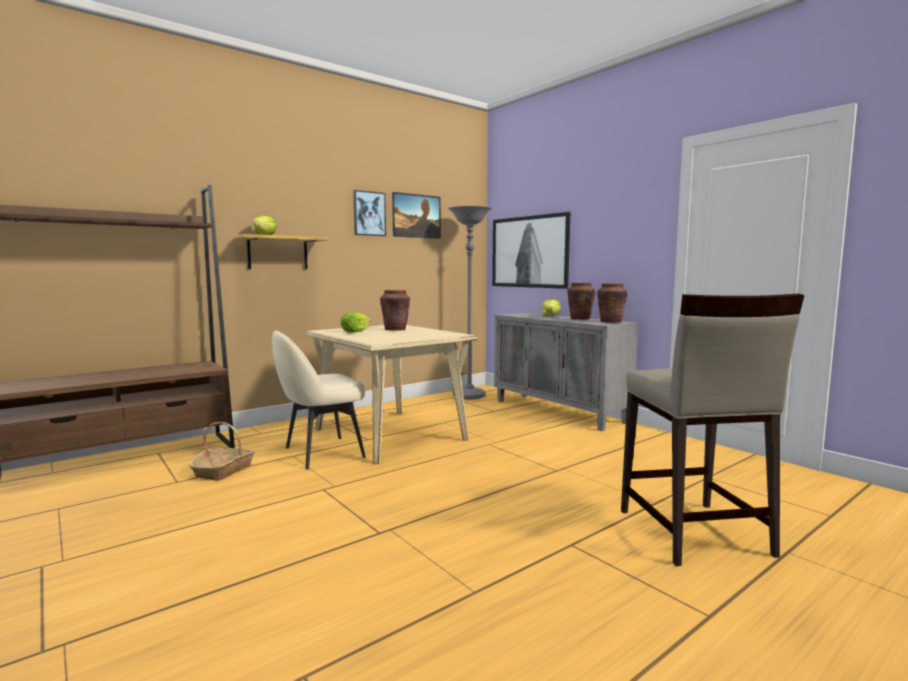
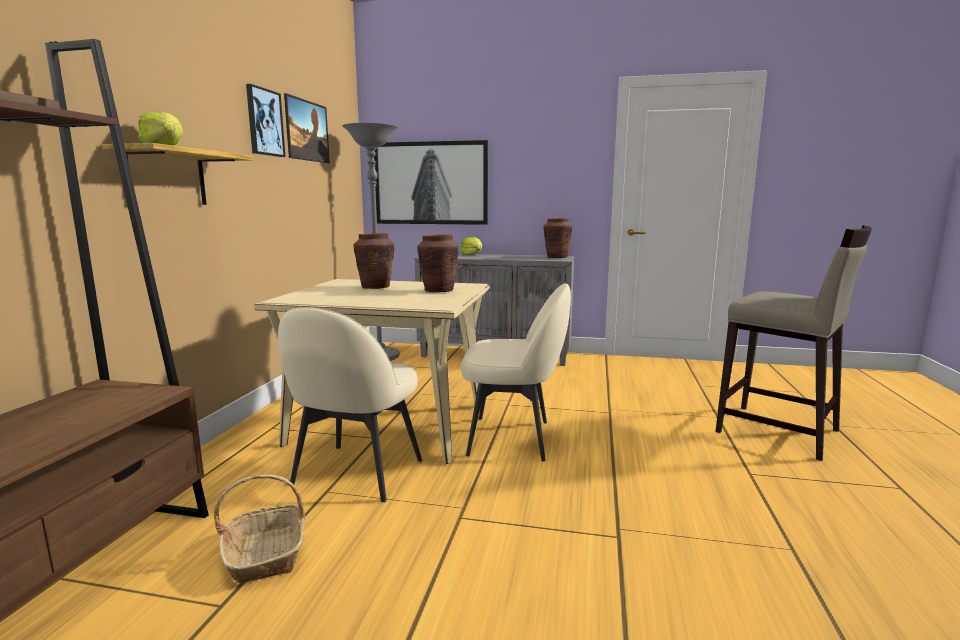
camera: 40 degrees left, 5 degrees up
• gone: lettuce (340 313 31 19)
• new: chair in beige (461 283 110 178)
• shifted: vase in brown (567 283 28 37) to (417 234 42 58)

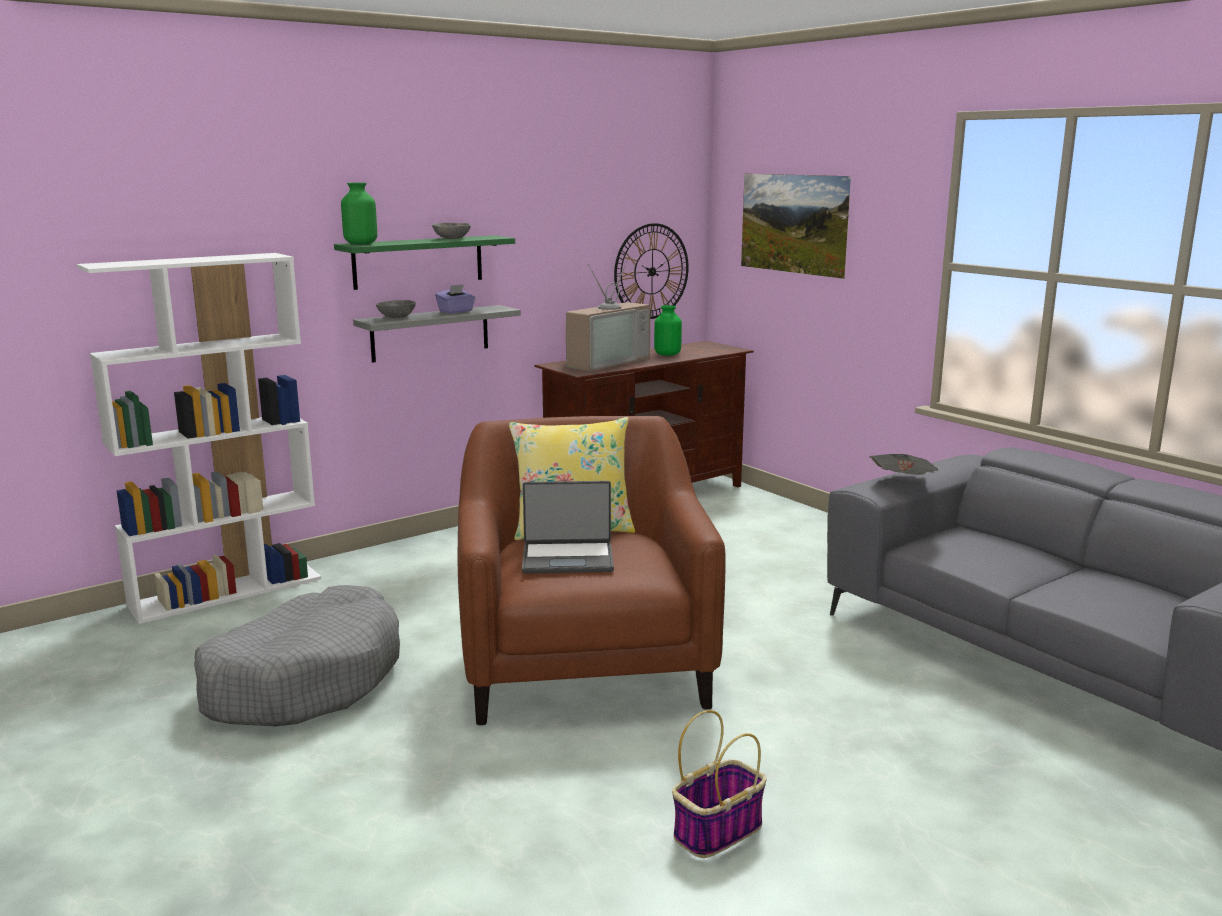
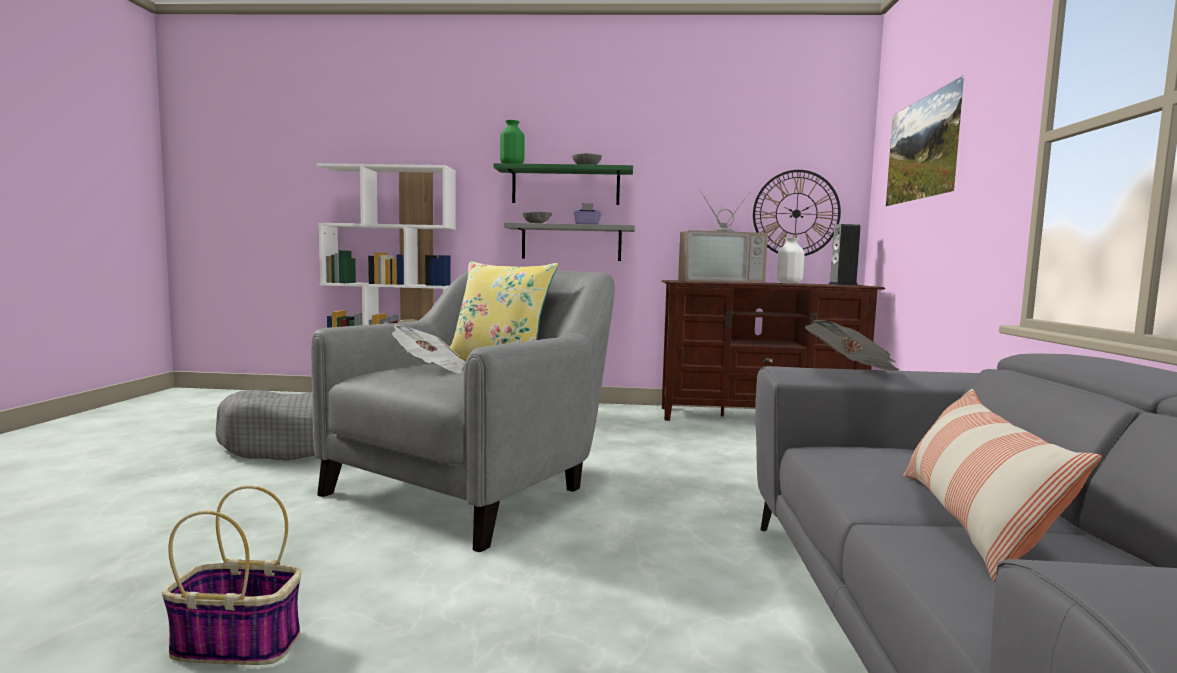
camera: 40 degrees right, 10 degrees down
• new: speaker (829 224 32 61)
• new: pillow (903 389 199 193)
• swapped: laptop (522 481 92 93) to newspaper (392 325 74 48)
• repainted: armchair in brown (458 416 268 309) to armchair in grey (311 270 304 282)
• repainted: vase in green (654 305 28 51) to vase in white (777 238 28 46)

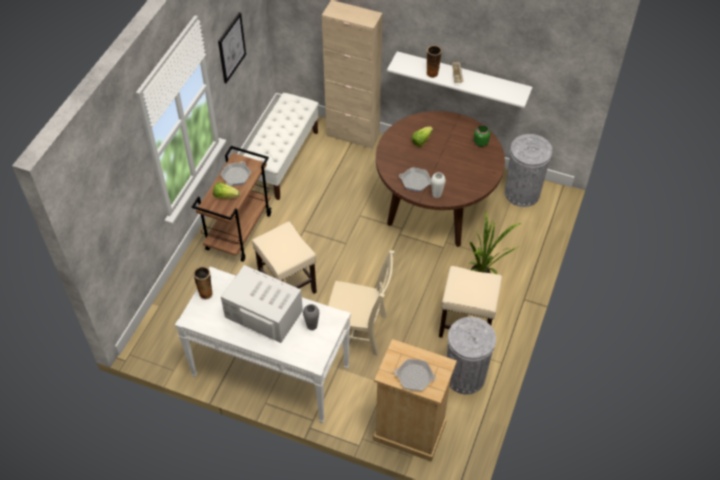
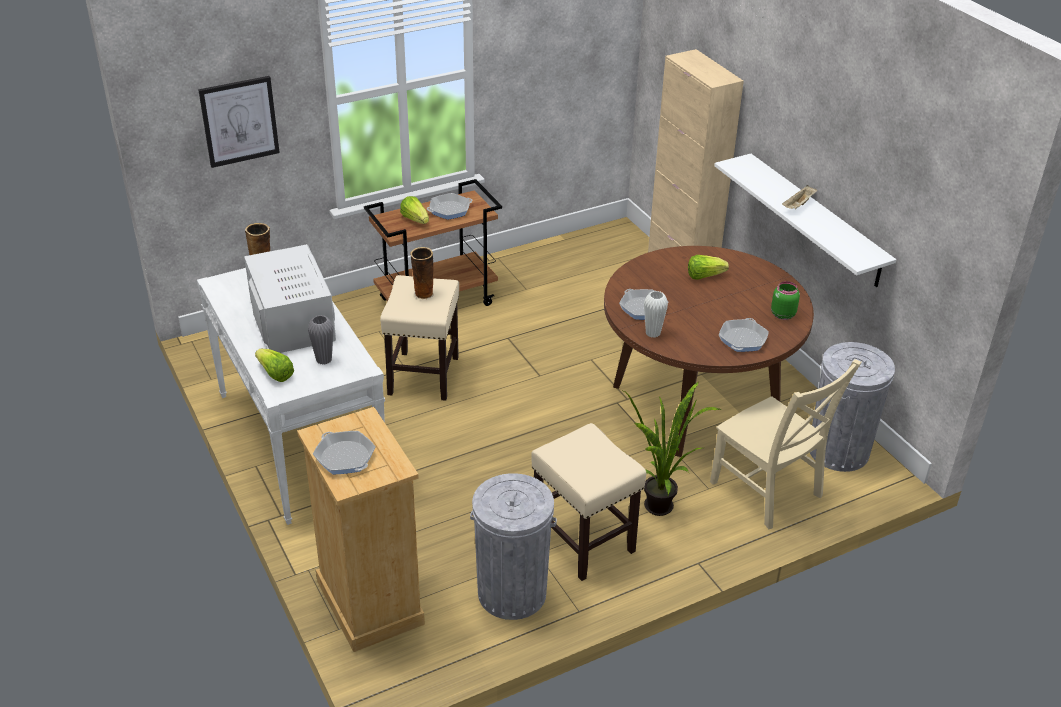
camera: 40 degrees right, 15 degrees down
• gone: bench in white (243 93 76 107)
• new: lettuce (255 349 39 33)
• new: frying pan (719 318 50 34)
• shifted: picture (218 12 28 71) to (198 76 82 92)
• shifted: chair in beige (328 250 66 106) to (710 359 152 170)
• shifted: vase (426 45 16 33) to (410 247 23 52)

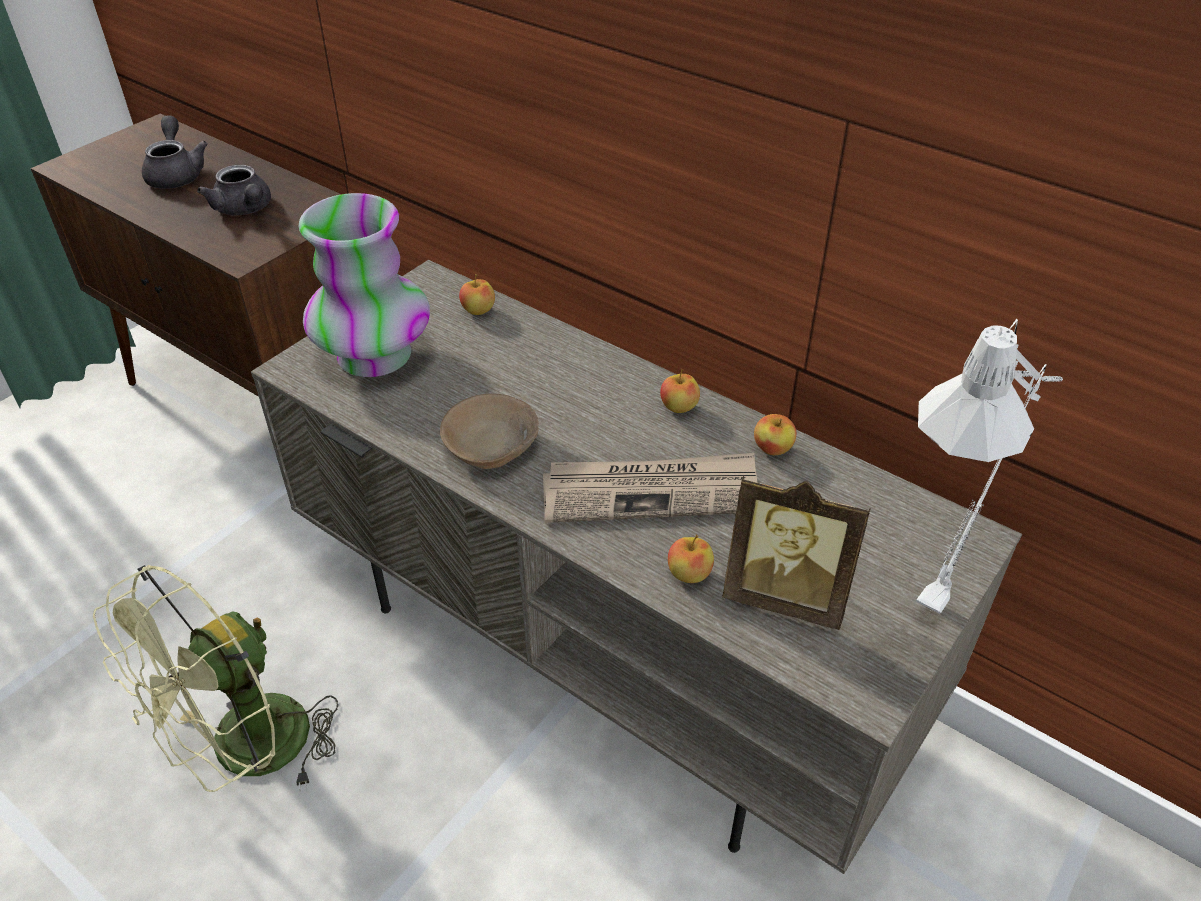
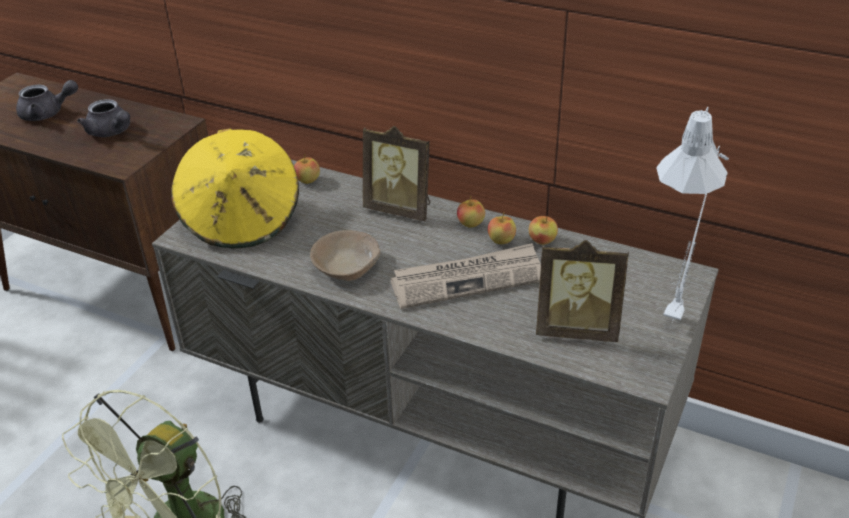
camera: 10 degrees left, 5 degrees down
• new: picture frame (363 126 67 95)
• shifted: apple (668 534 46 49) to (488 212 28 32)
• swapped: vase (298 193 132 184) to hat in yellow (171 129 128 120)
• rotated: teapot in grey (142 115 66 74) = (16 80 62 41) 105 degrees clockwise

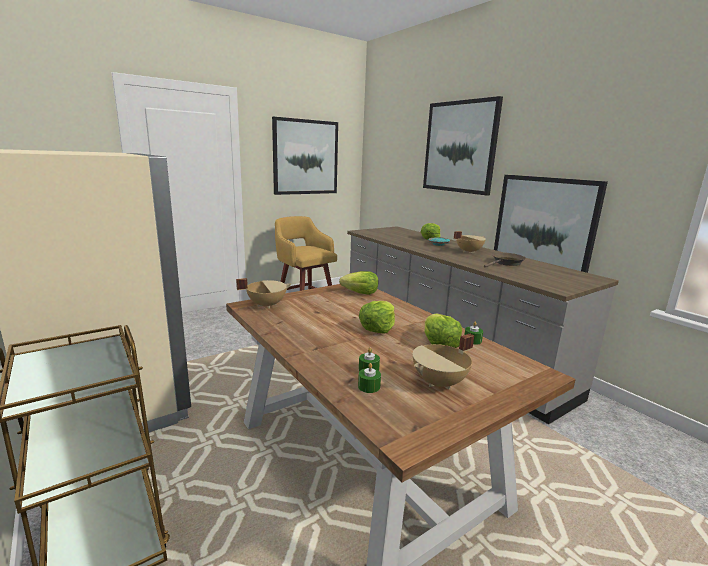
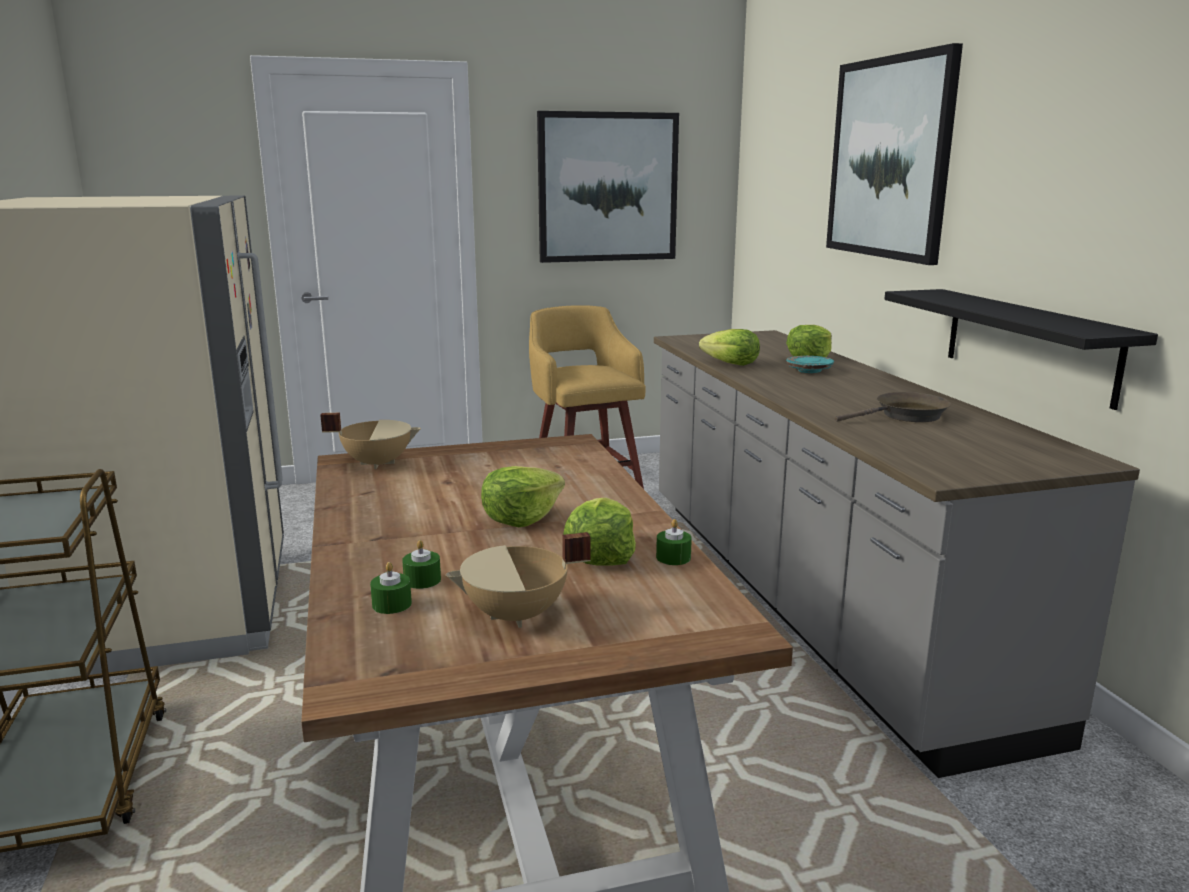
camera: 20 degrees right, 0 degrees up
• gone: cooking pot in beige (454 231 32 22)
• shifted: lettuce (339 271 39 24) to (699 329 61 37)
• swapped: picture (494 175 114 98) to shelf in black (884 289 274 121)

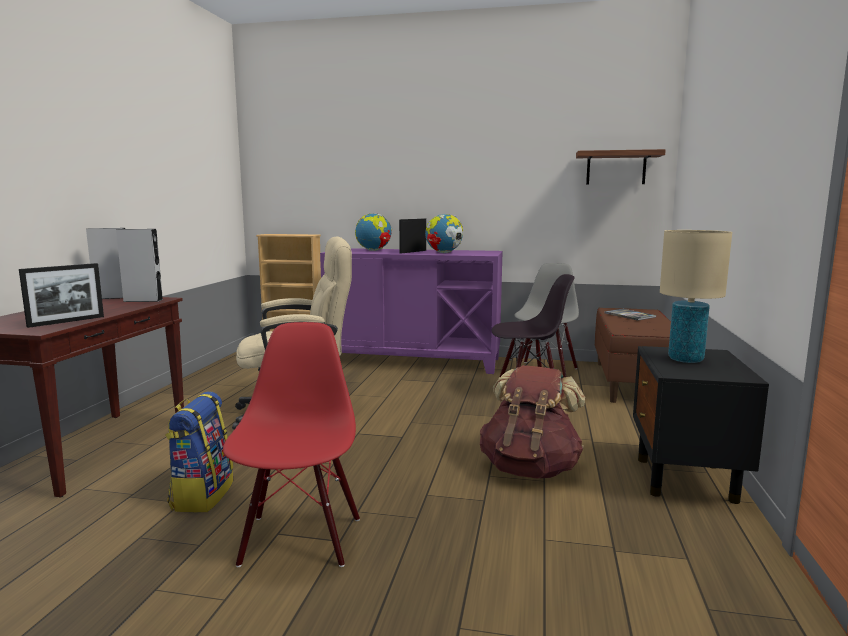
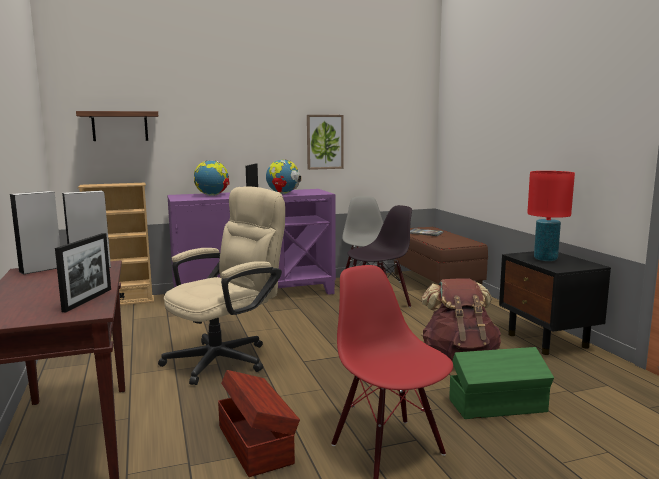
camera: 30 degrees left, 0 degrees up
• new: picture (307 115 36 55)
• new: storage box in green (449 347 105 72)
• shifted: shelf (576 149 90 35) to (76 111 82 30)
• swapped: backpack (165 391 68 121) to storage box in brown (218 370 82 107)
• repainted: table lamp in beige (660 230 72 133) to table lamp in red (527 171 48 90)

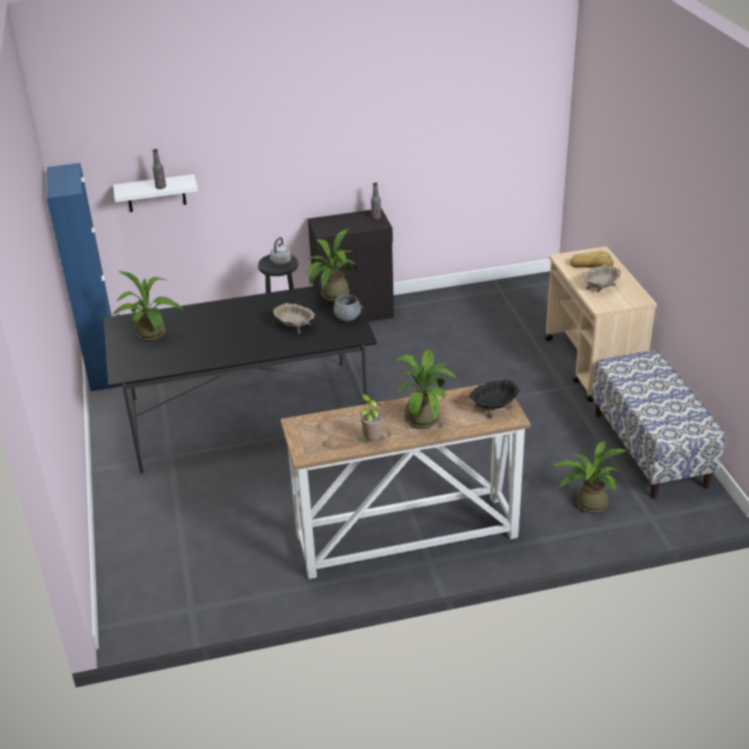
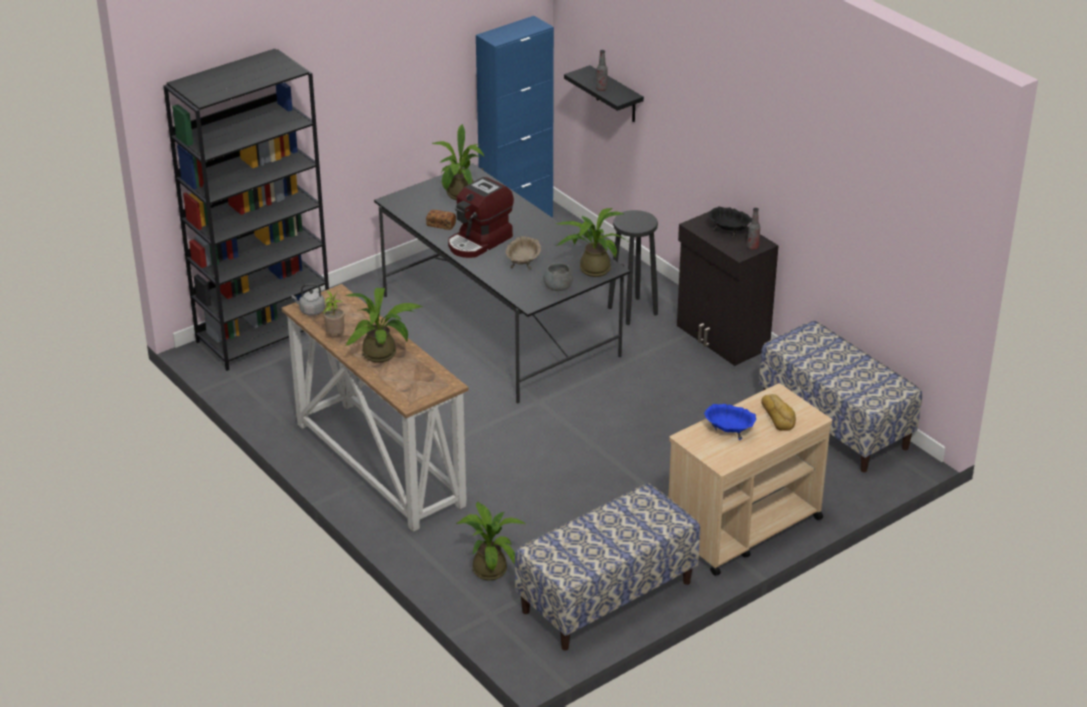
camera: 65 degrees right, 0 degrees up
• new: bookcase in black (163 49 166 322)
• new: bread (426 210 30 20)
• new: coffee machine (448 177 66 81)
• new: bench (759 321 163 151)
• shifted: kettle in grey (270 237 21 28) to (292 284 33 32)
• shifted: bowl in black (470 380 50 37) to (708 207 44 31)
• repainted: shelf in white (113 174 85 38) to shelf in black (564 65 80 57)
• repainted: bowl in beige (583 264 38 28) to bowl in blue (704 404 52 36)

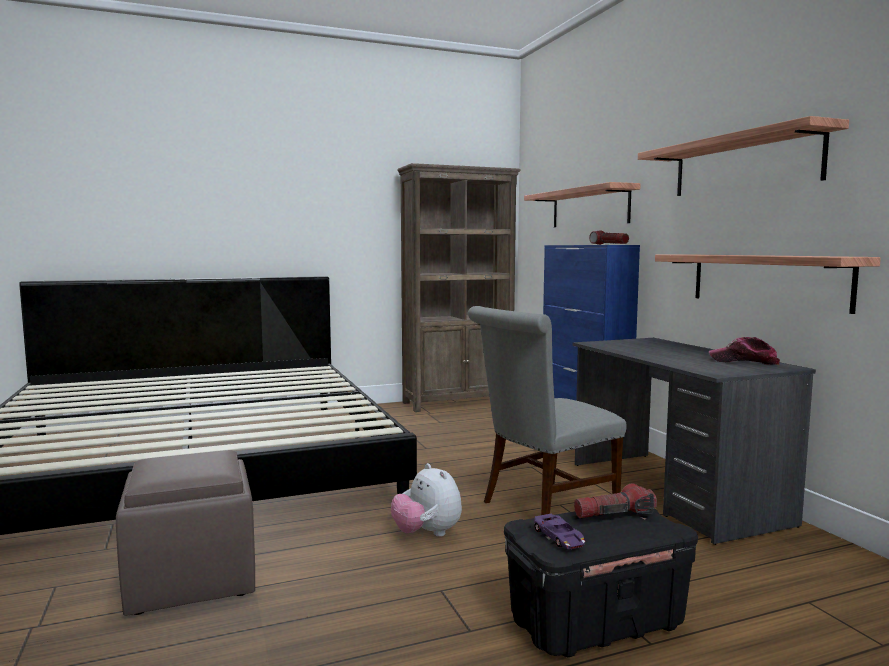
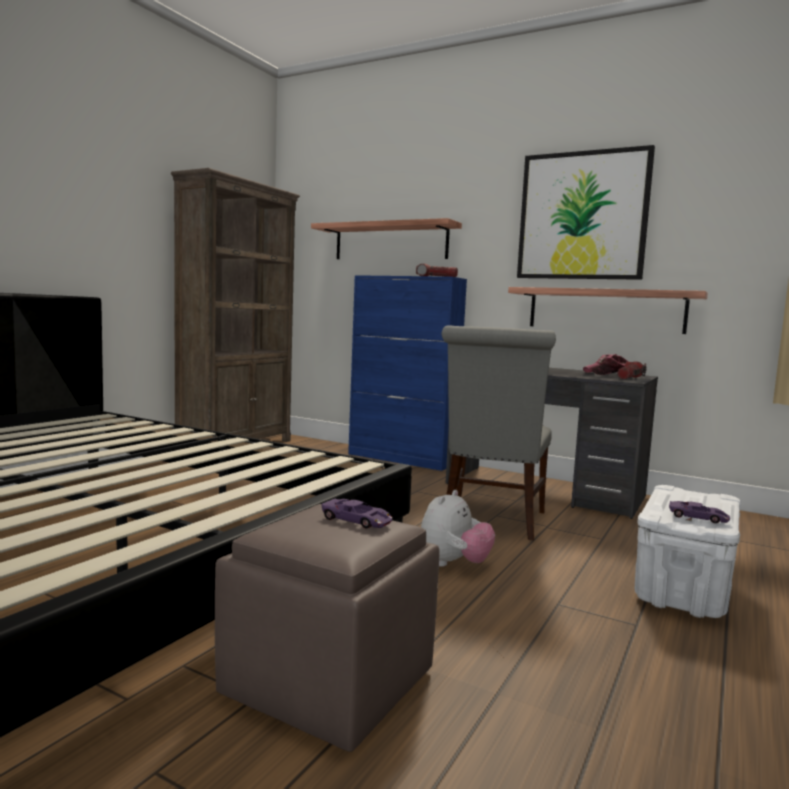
camera: 40 degrees left, 0 degrees up
• new: toy car in purple (322 499 70 30)
• shifted: flashlight (574 484 83 34) to (617 361 30 18)
• swapped: shelf (638 116 211 80) to picture (517 145 138 135)
• repainted: storage box in black (504 509 194 148) to storage box in white (634 485 107 133)
• rotated: plush toy (391 463 71 74) = (421 490 74 77) 75 degrees counterclockwise

